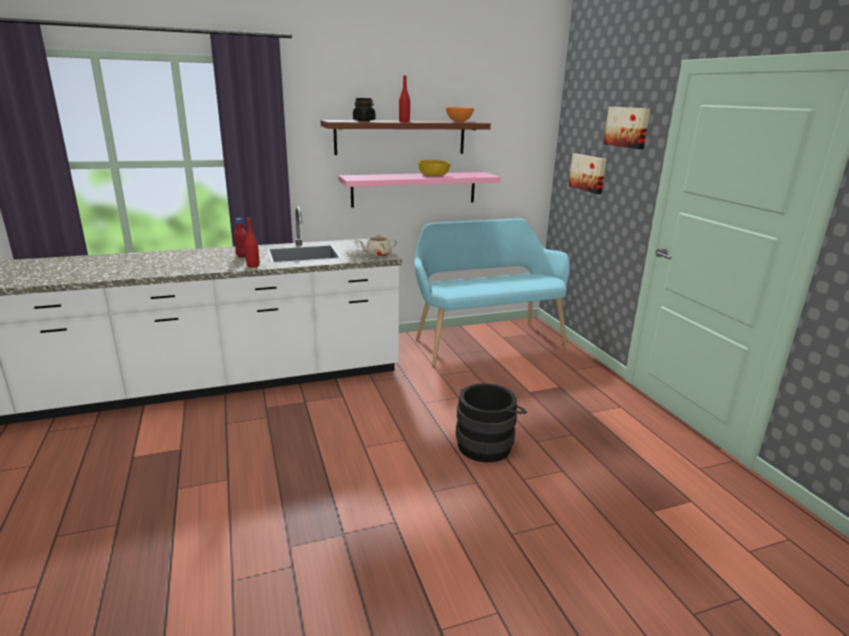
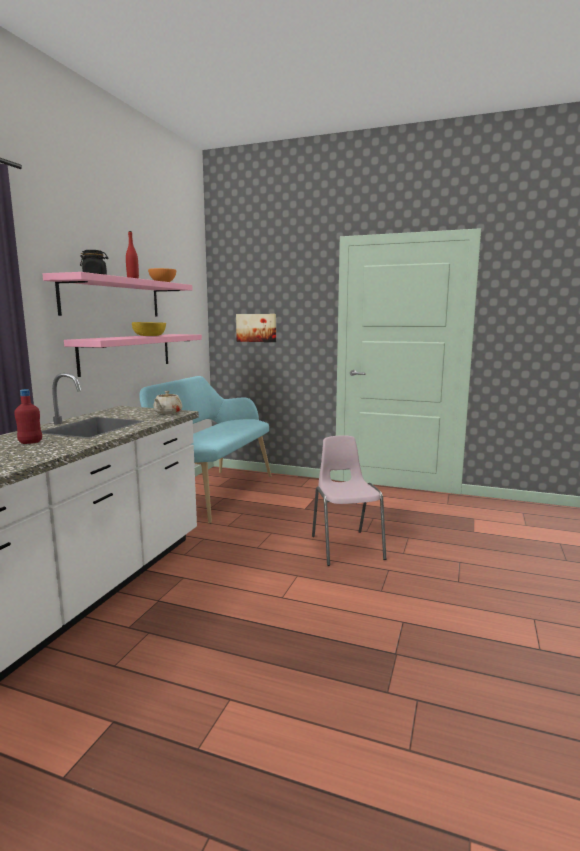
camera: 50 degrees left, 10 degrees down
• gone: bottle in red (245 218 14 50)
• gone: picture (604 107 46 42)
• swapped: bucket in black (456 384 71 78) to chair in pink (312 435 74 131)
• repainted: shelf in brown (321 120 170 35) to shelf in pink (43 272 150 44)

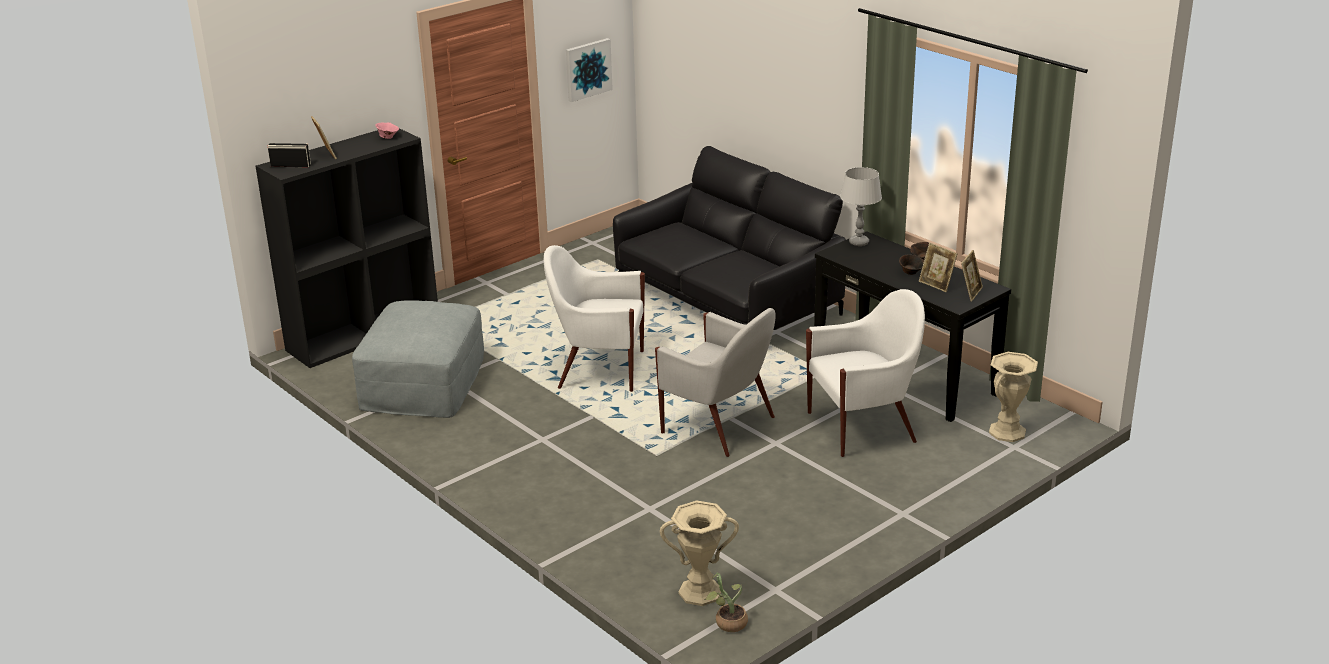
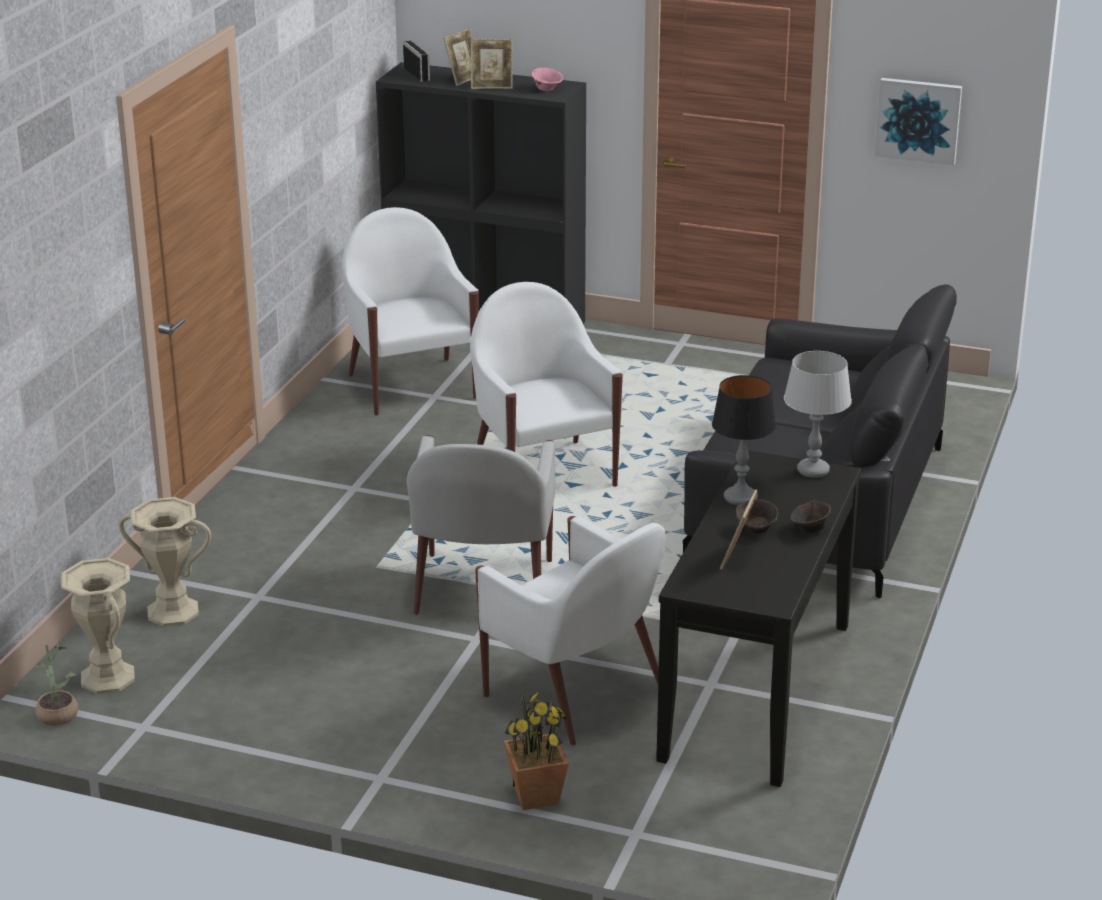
camera: 60 degrees right, 0 degrees up
• new: potted plant (504 690 65 120)
• new: table lamp (712 375 64 130)
• shifted: picture frame (961 250 22 52) to (471 39 42 50)
• shifted: vase in beige (989 352 49 90) to (119 497 92 129)
• swapped: ottoman in grey (352 300 132 118) to armchair in white (342 207 137 209)

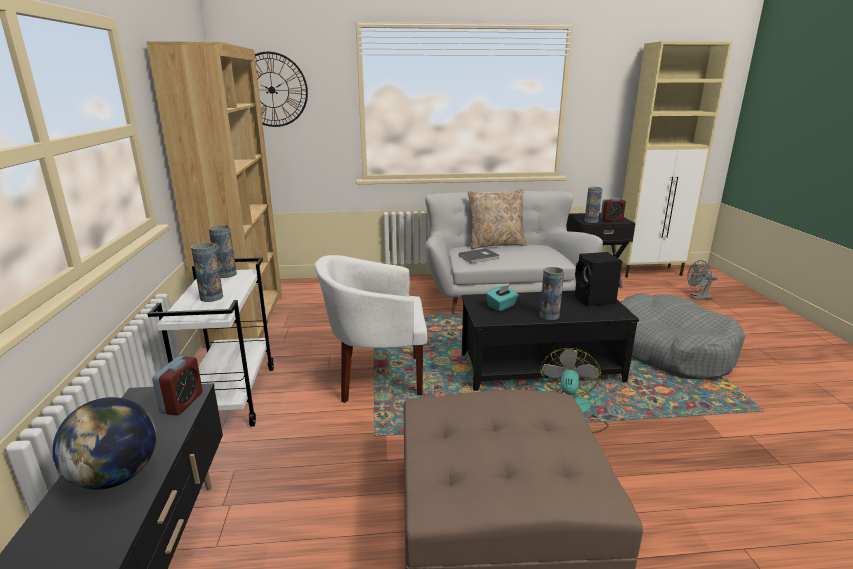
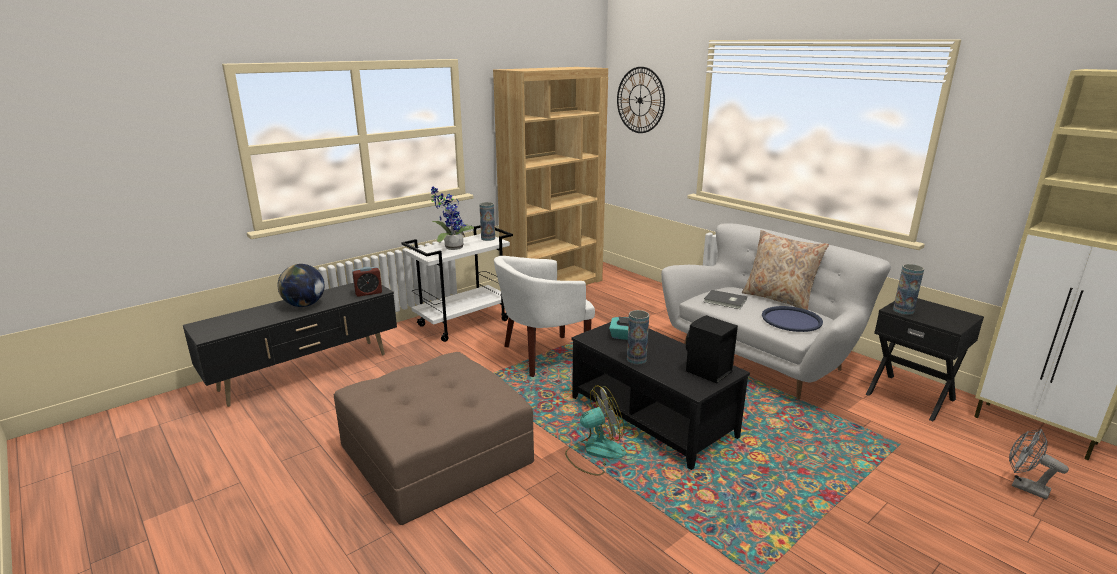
camera: 55 degrees right, 0 degrees up
• gone: alarm clock (600 197 26 24)
• gone: dog bed in grey (621 293 125 86)
• new: tray in blue (762 306 61 26)
• swapped: vase (191 243 32 59) to potted plant (431 186 43 64)
• rotated: armchair in white (315 255 112 148) = (494 256 101 121) 75 degrees counterclockwise

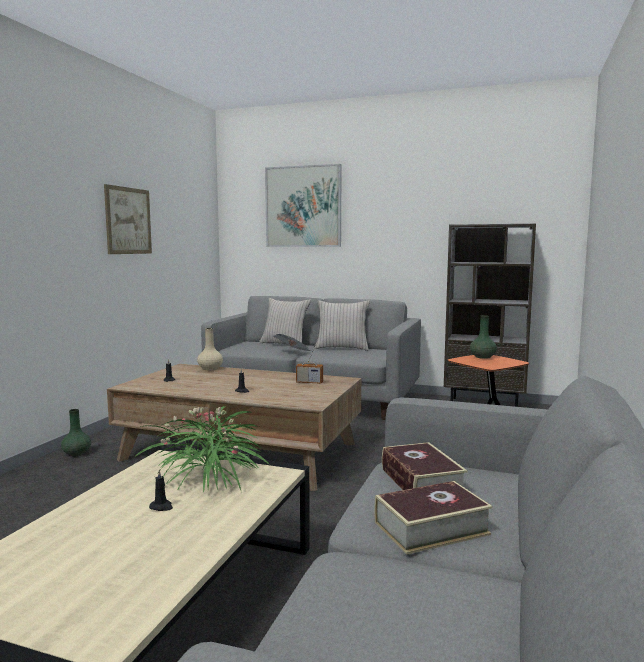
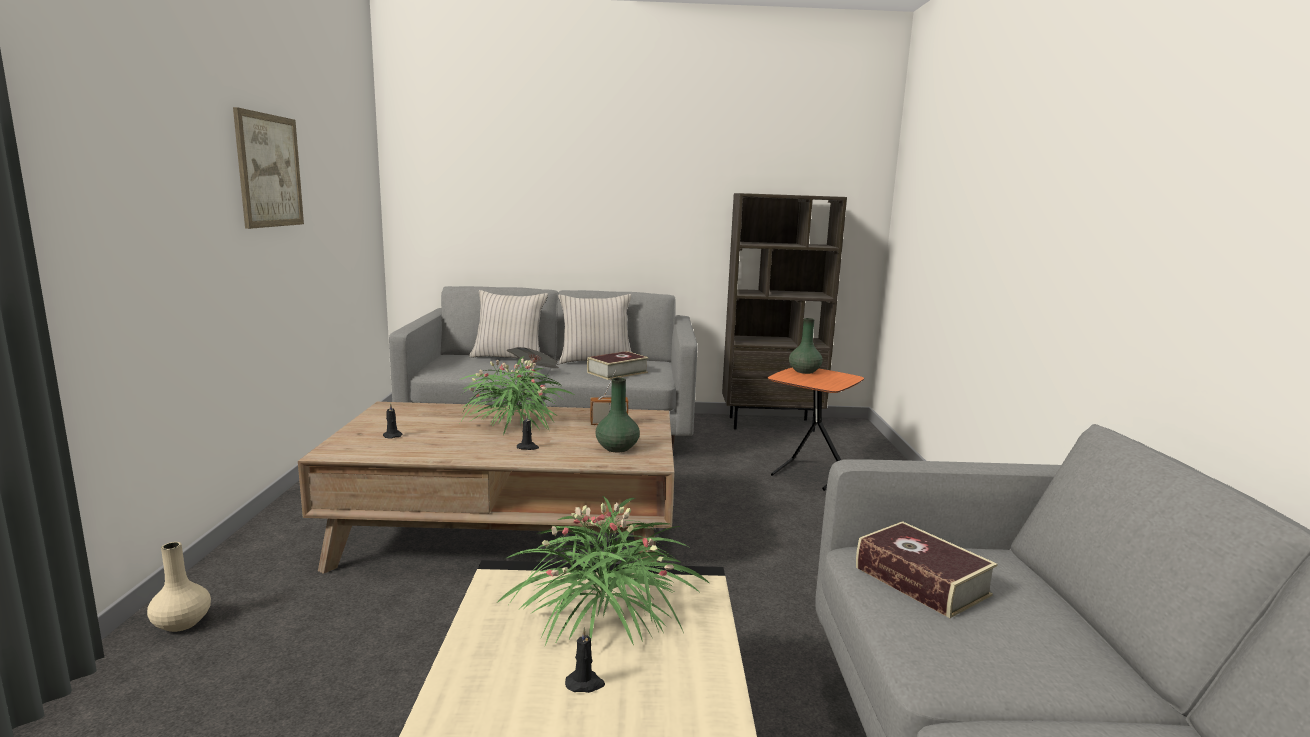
camera: 20 degrees left, 5 degrees up
• gone: picture (265 164 77 83)
• new: potted plant (460 356 114 80)
• shifted: vase in green (61 409 30 47) to (595 378 45 74)
• shifted: vase in beige (197 328 26 42) to (147 542 64 90)
• shifted: book (374 481 119 74) to (587 351 62 29)

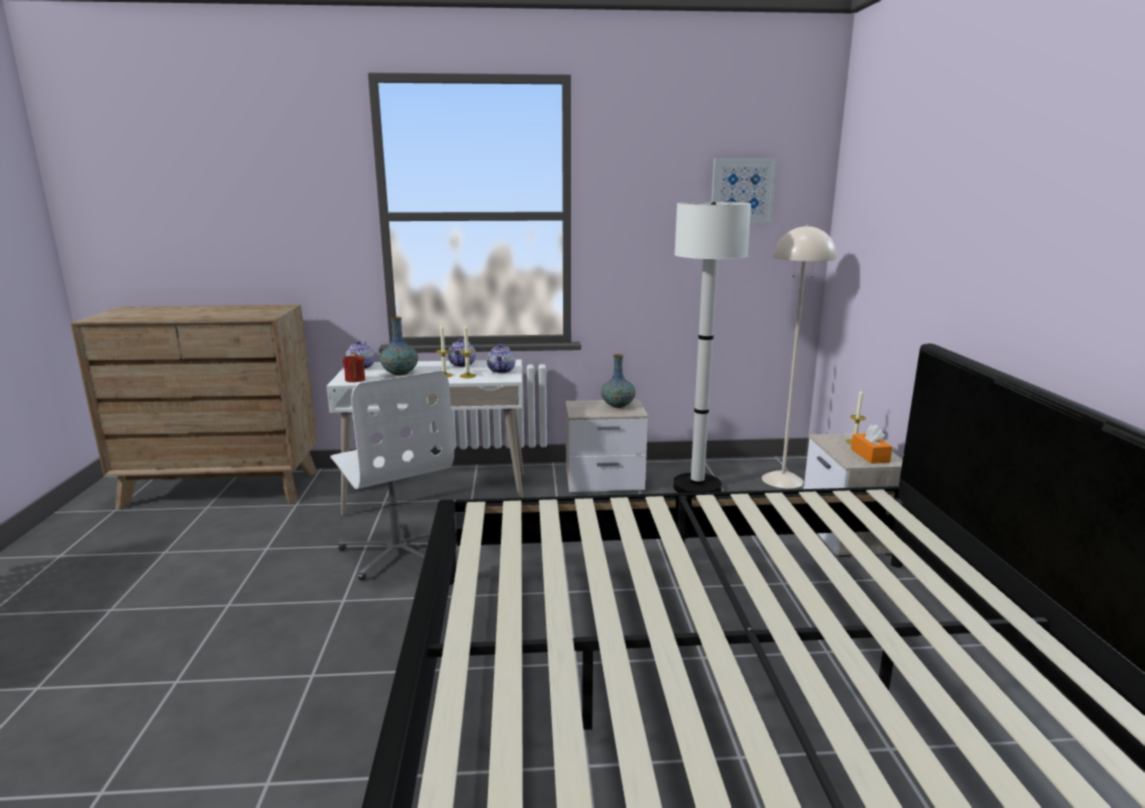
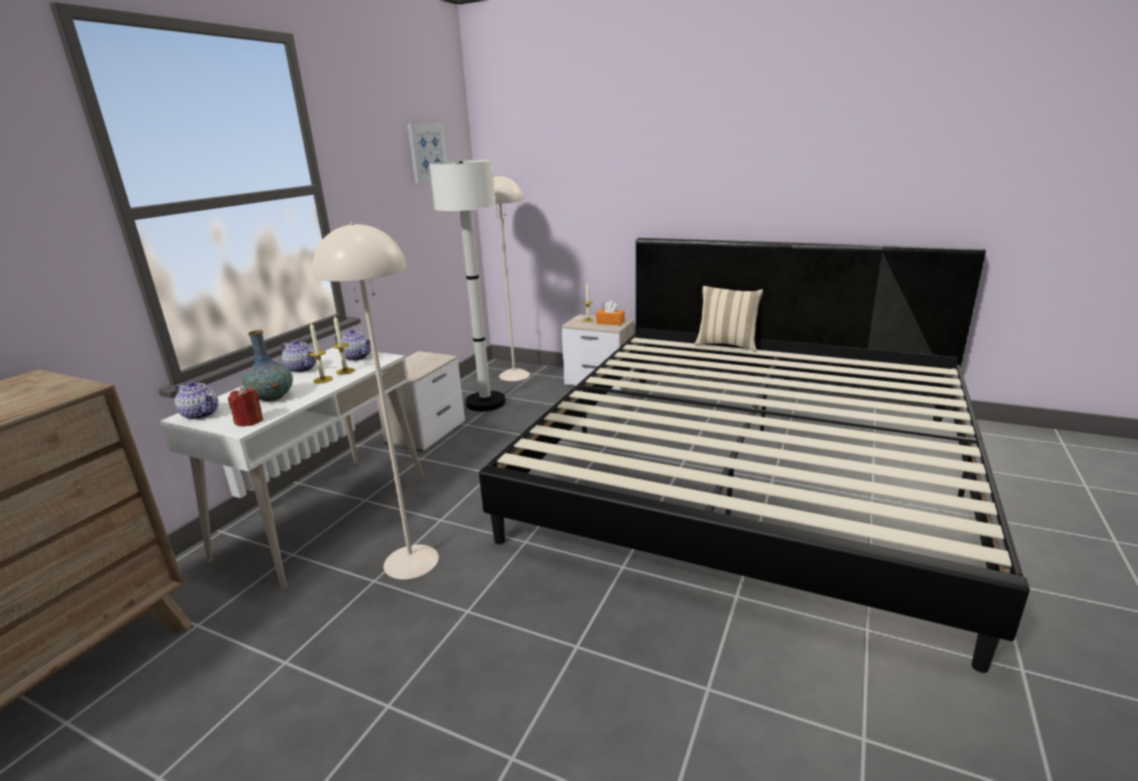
camera: 60 degrees left, 5 degrees up
• gone: vase (601 354 34 54)
• new: pillow in beige (695 286 68 65)
• swapped: office chair in white (330 371 124 210) to floor lamp in beige (312 222 127 357)

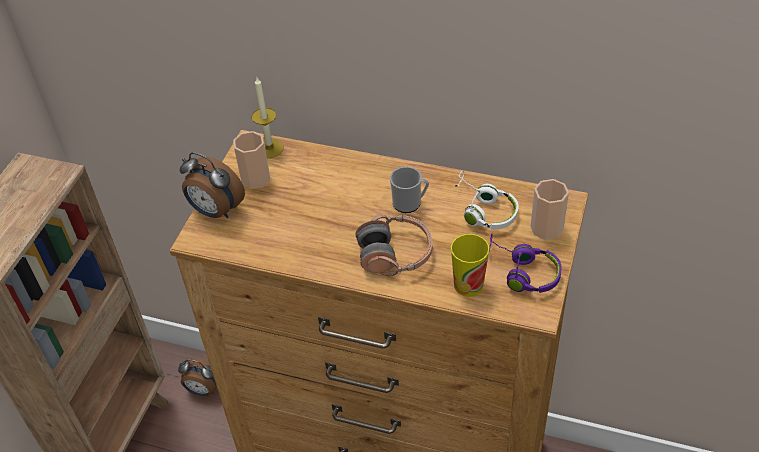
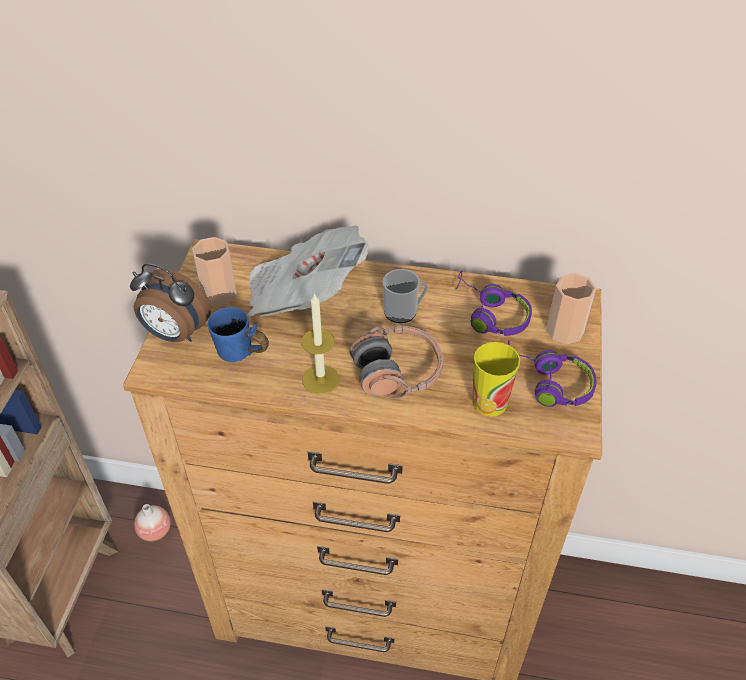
camera: 10 degrees left, 0 degrees up
• new: mug in blue (208 307 61 55)
• new: newspaper (248 225 120 92)
• shifted: candle (251 77 33 81) to (301 292 38 102)
• swapped: alarm clock (178 358 39 38) to vase (134 504 37 37)
• repainted: headphones in white (455 170 64 59) to headphones in purple (454 270 78 66)

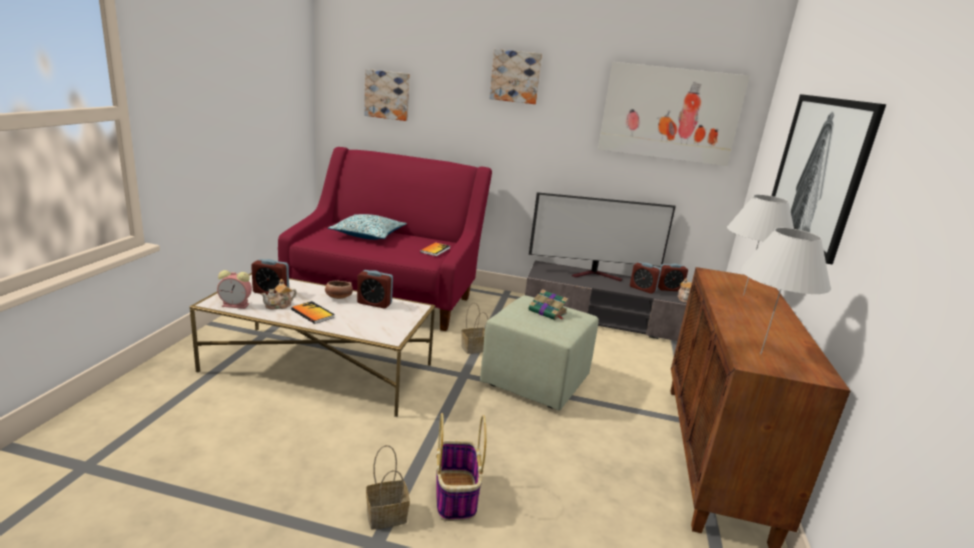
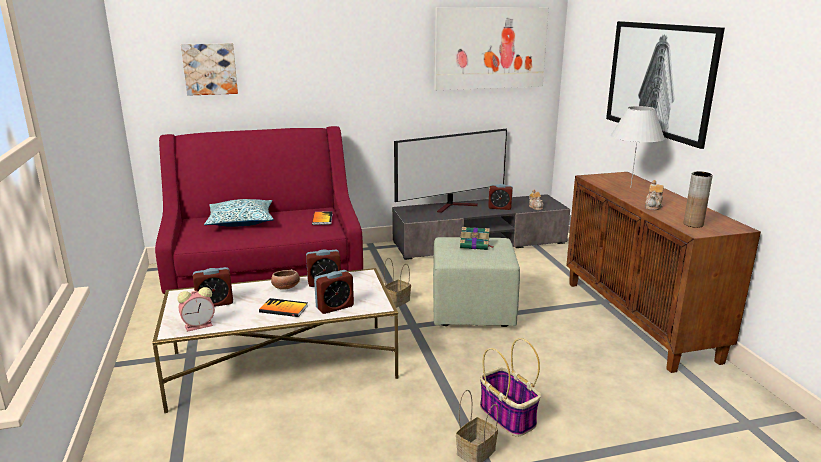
camera: 25 degrees left, 0 degrees up
• gone: picture (489 49 53 55)
• shifted: teapot (261 279 36 30) to (645 180 19 30)
• shifted: alarm clock (658 264 30 27) to (314 270 40 44)
• swapped: table lamp in white (740 228 91 126) to vase in brown (684 171 29 57)

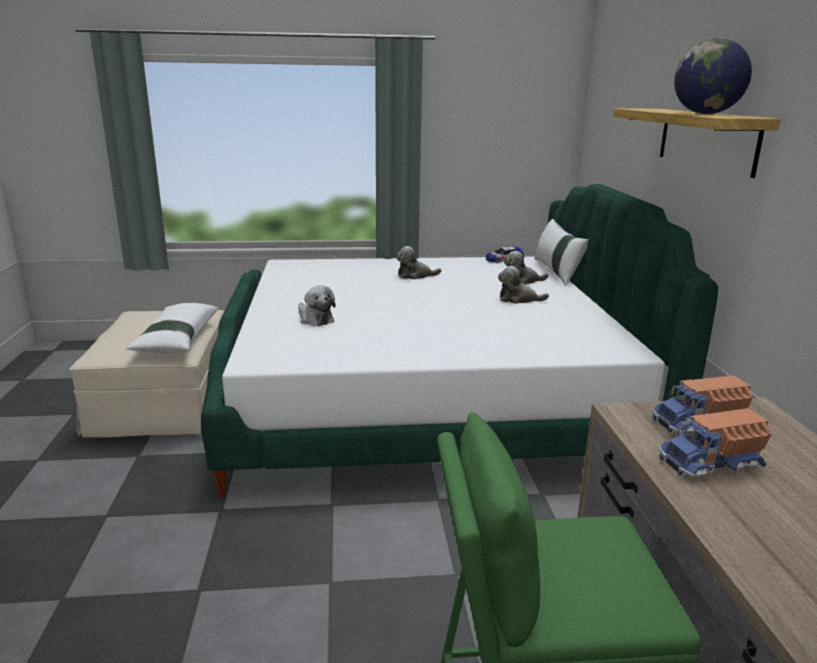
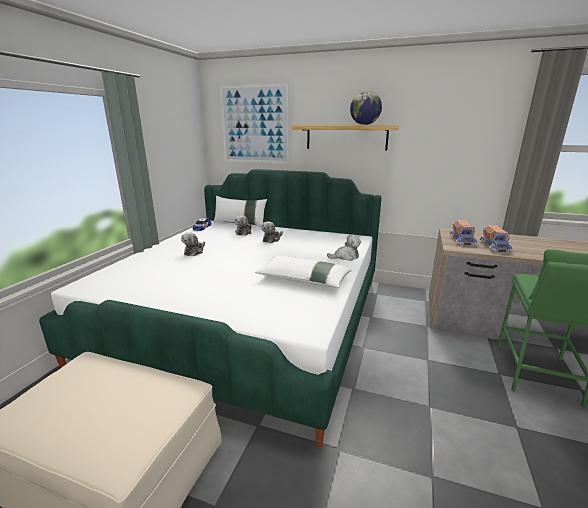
camera: 65 degrees left, 0 degrees up
• new: picture (220 83 69 81)
• shifted: pillow in white (125 303 93 51) to (255 256 96 32)
• shifted: plush toy (298 286 38 40) to (327 234 34 27)

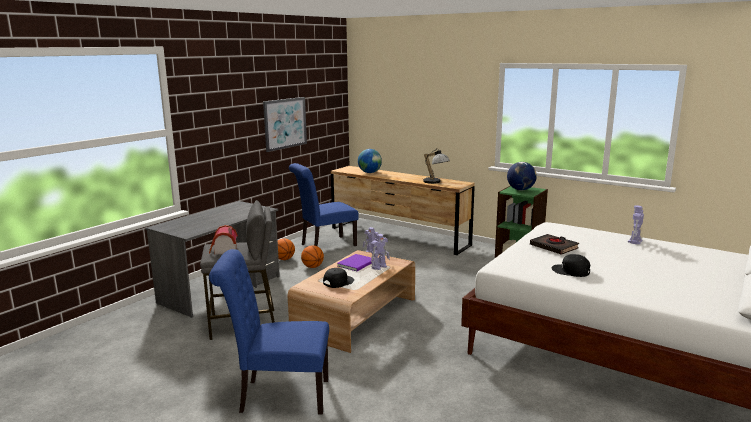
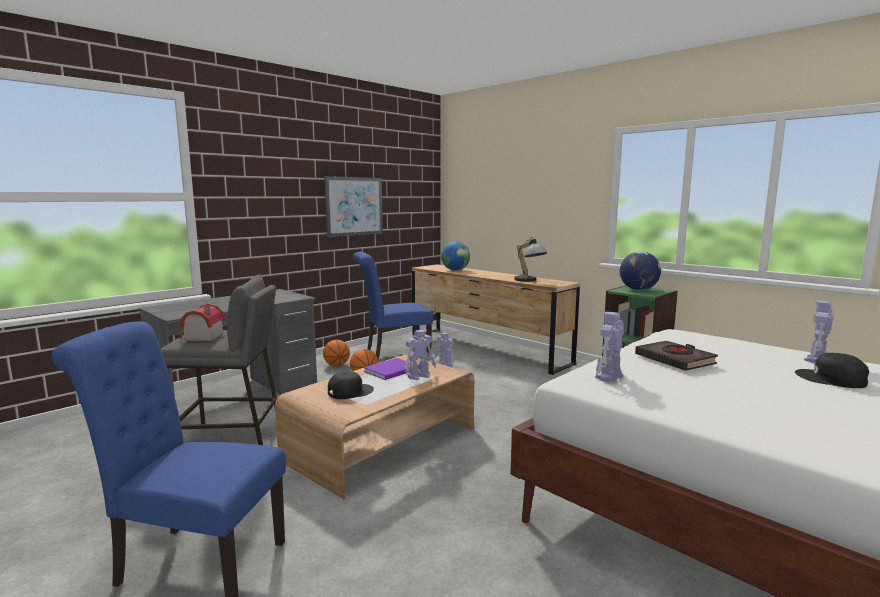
camera: 10 degrees right, 5 degrees down
• new: toy robot (595 312 29 71)
• shifted: cap in black (551 254 39 23) to (795 353 74 35)

